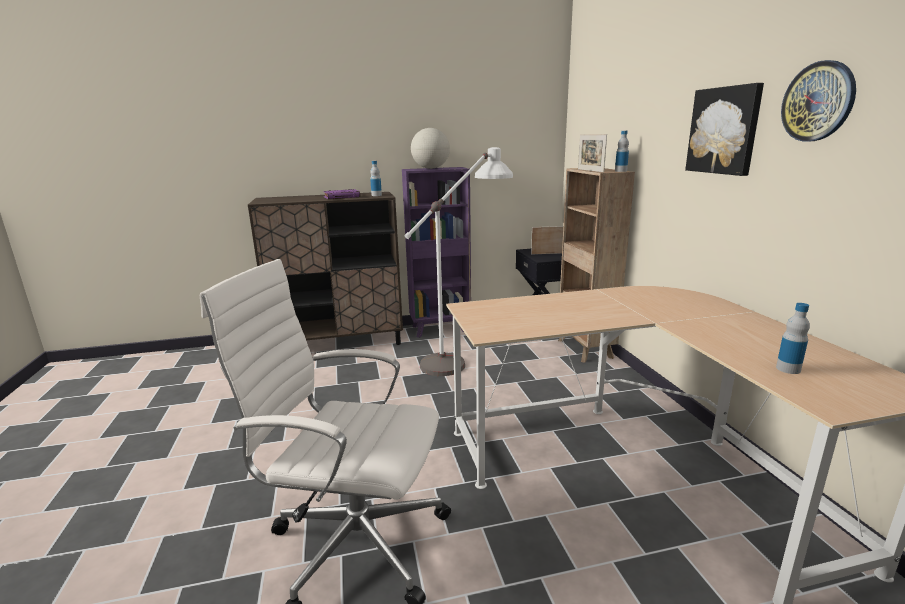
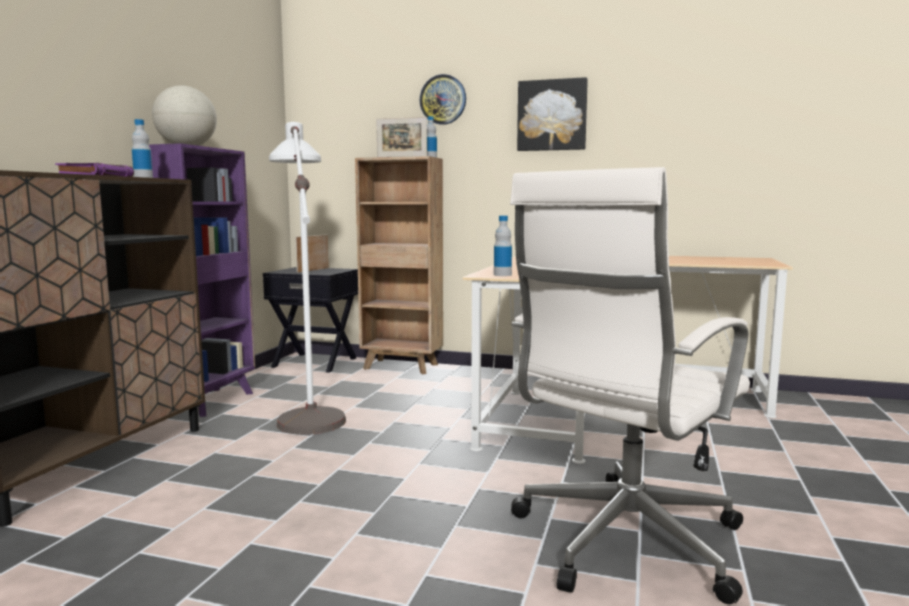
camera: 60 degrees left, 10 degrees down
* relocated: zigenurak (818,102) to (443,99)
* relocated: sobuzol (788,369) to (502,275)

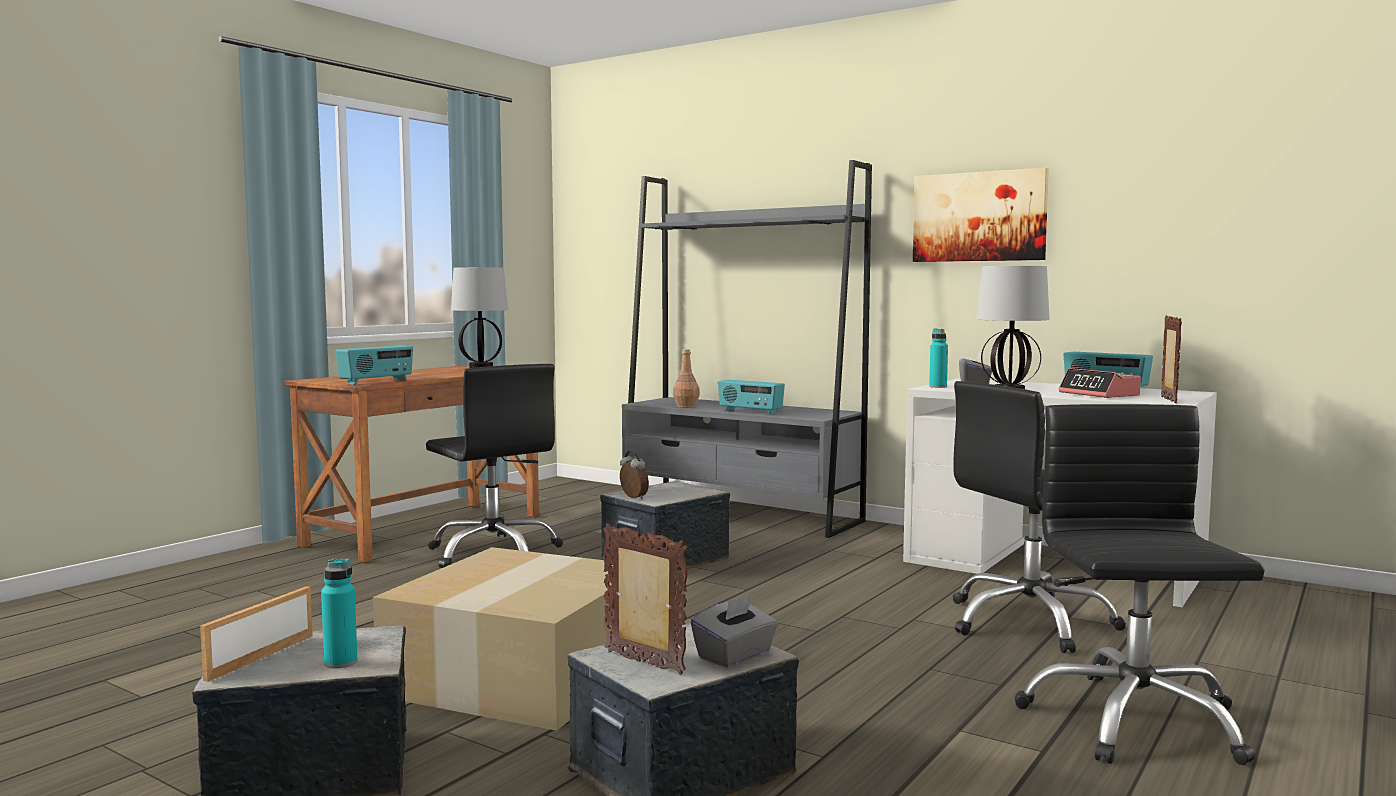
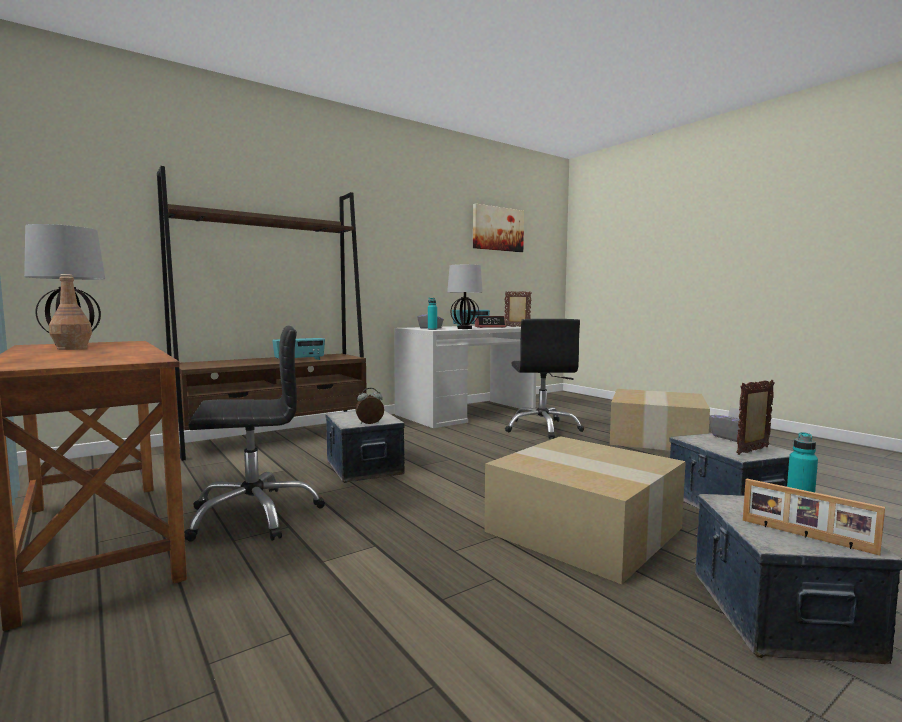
camera: 70 degrees left, 0 degrees up
* relocated: brown sobuzol (686,407) to (72,348)
* colour: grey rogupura (740,513) to brown rogupura (276,438)
* relocated: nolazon (979,217) to (497,229)
* exchanged: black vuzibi (1133,720) to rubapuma (655,437)
* missing: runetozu (376,381)

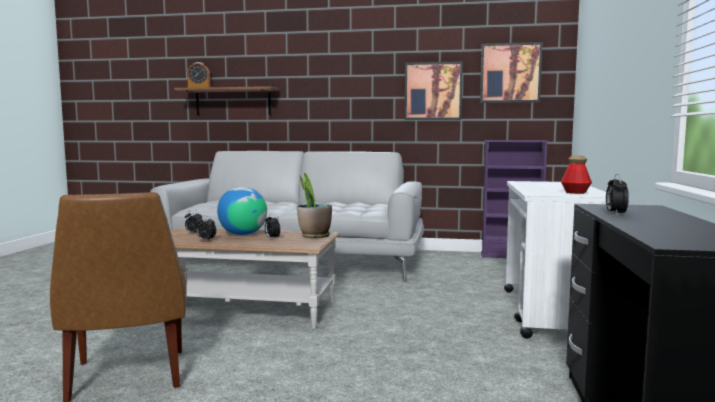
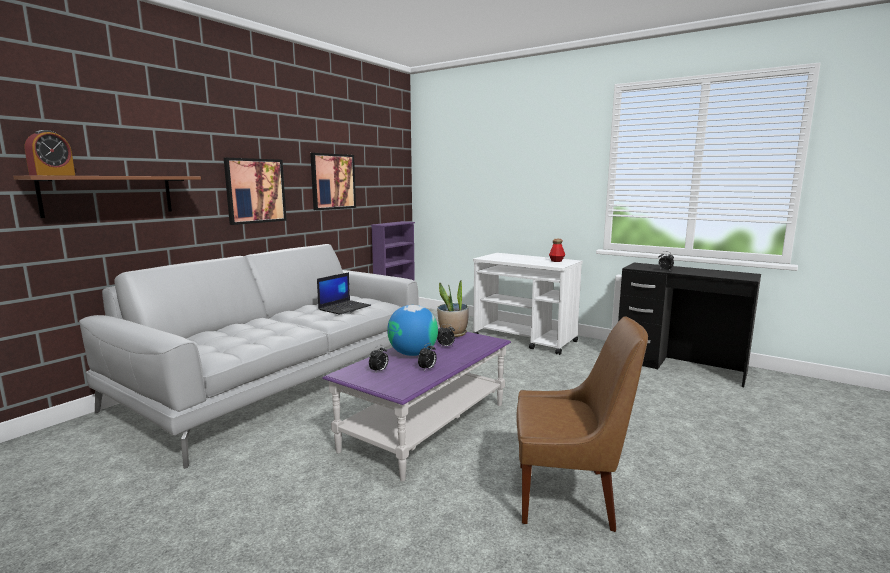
camera: 65 degrees left, 5 degrees up
* relocated: nolazon (510,73) to (255,191)
* appeared: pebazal (344,307)
* colour: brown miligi (243,309) to purple miligi (426,426)

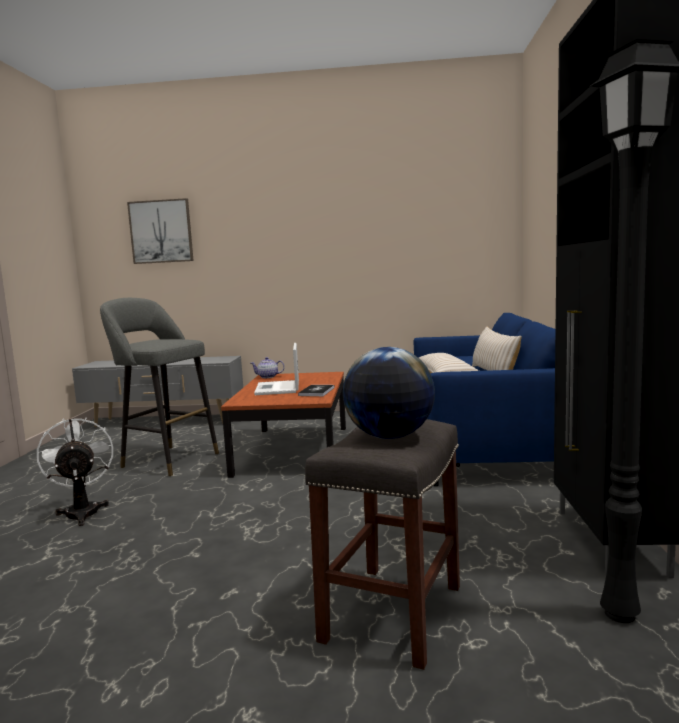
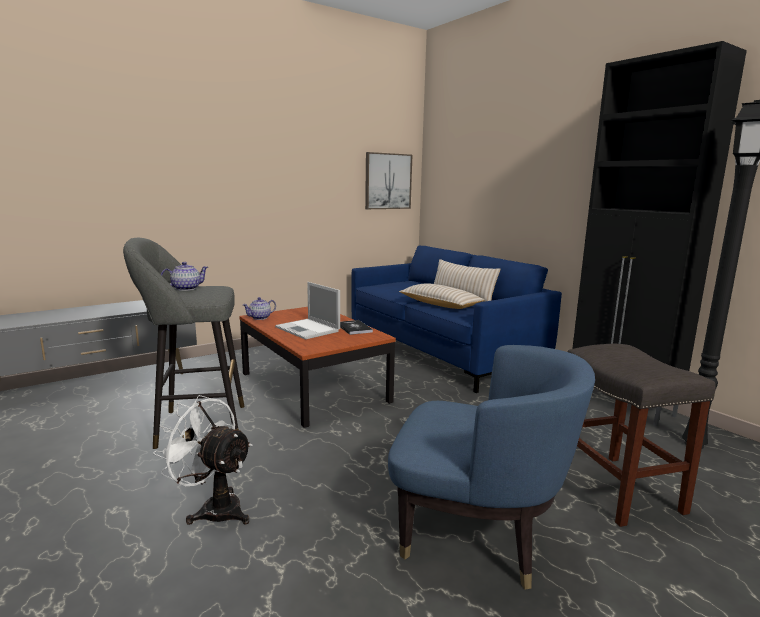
camera: 40 degrees left, 5 degrees up
* appeared: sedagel (185,288)
* relocated: nolazon (161,231) to (388,181)
* appeared: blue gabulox (477,533)
* missing: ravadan (389,437)

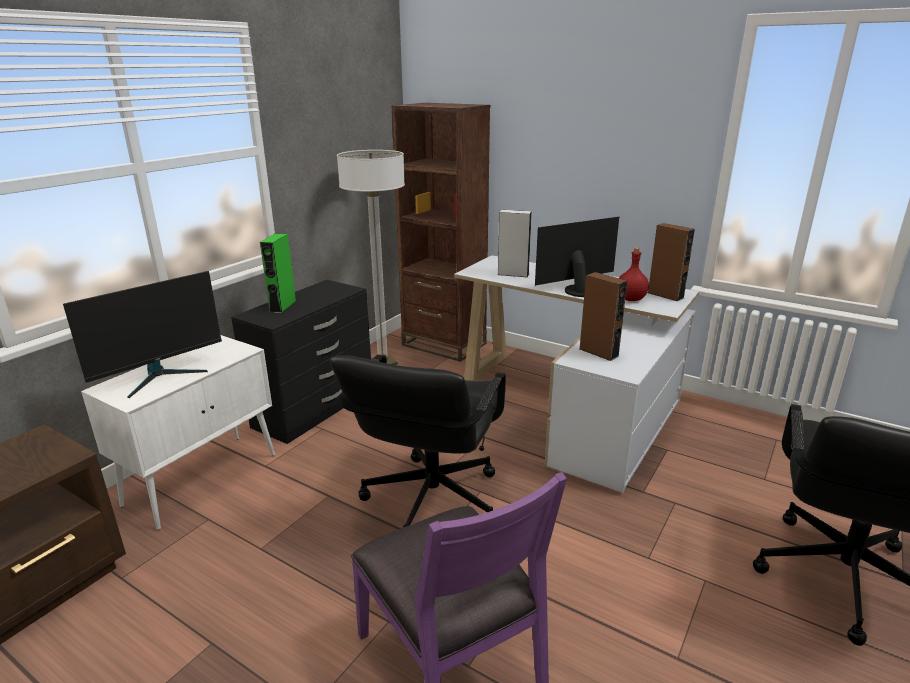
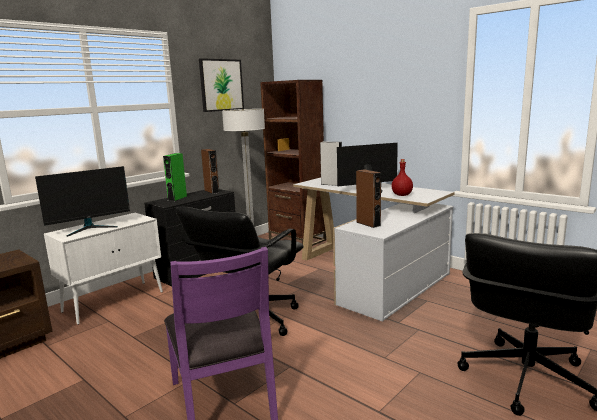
camera: 10 degrees right, 10 degrees down
* appeared: nolazon (221,85)
* relocated: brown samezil (665,295) to (212,191)

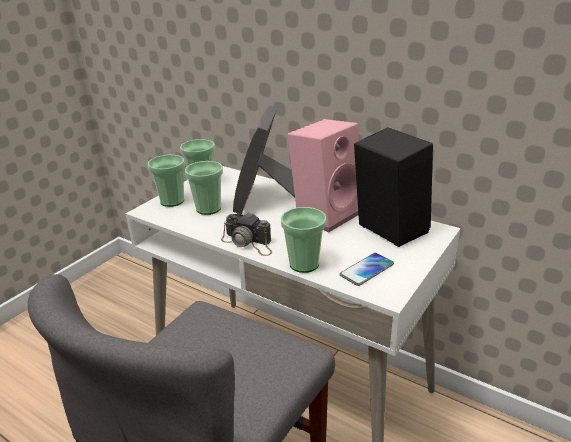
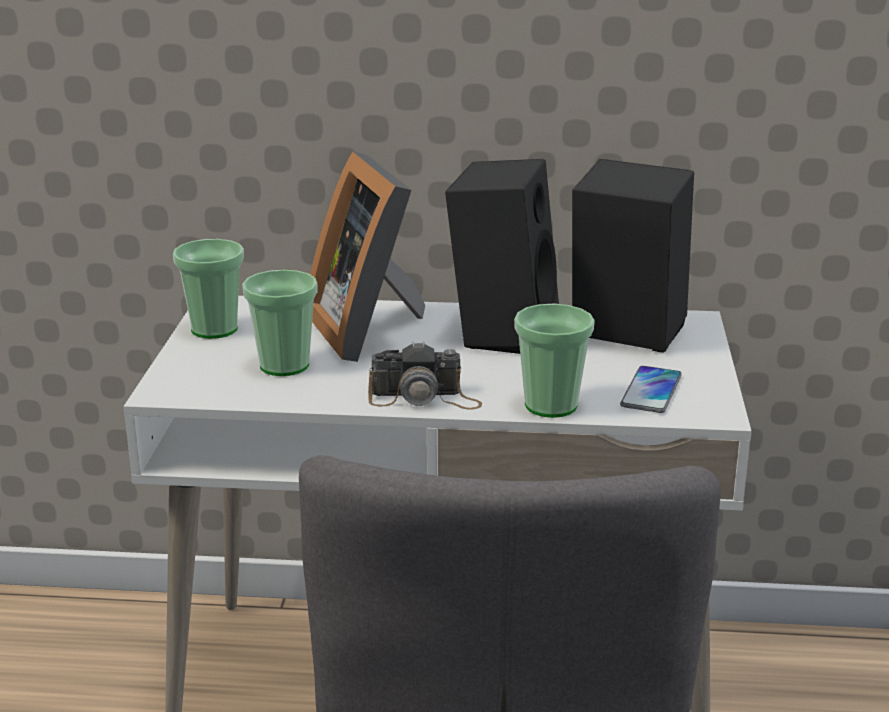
camera: 30 degrees left, 5 degrees down
* colour: pink samezil (326,213) to black samezil (501,331)
* missing: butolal (172,201)

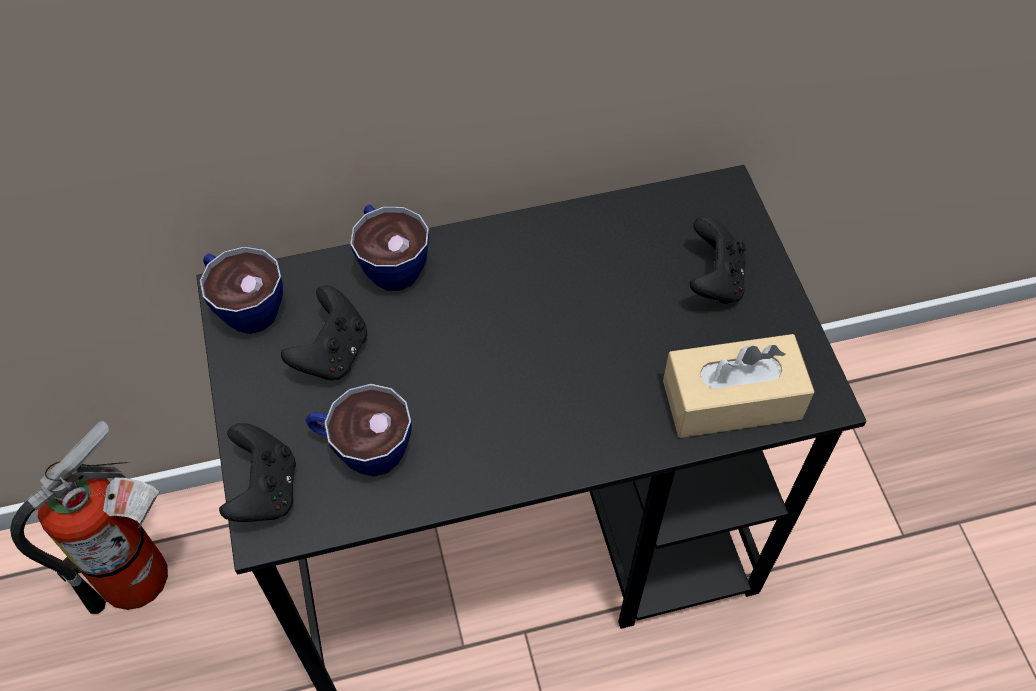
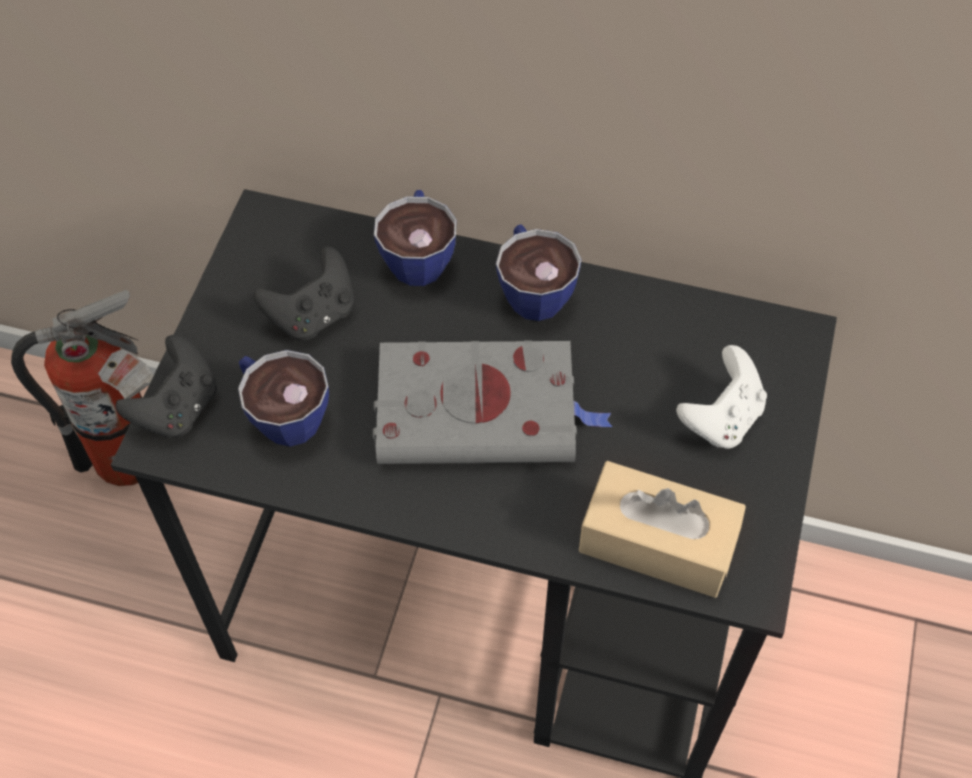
camera: 30 degrees right, 0 degrees up
* appeared: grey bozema (482,411)
* relocated: butolal (244,306) to (532,289)
* colour: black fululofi (714,280) to white fululofi (721,418)

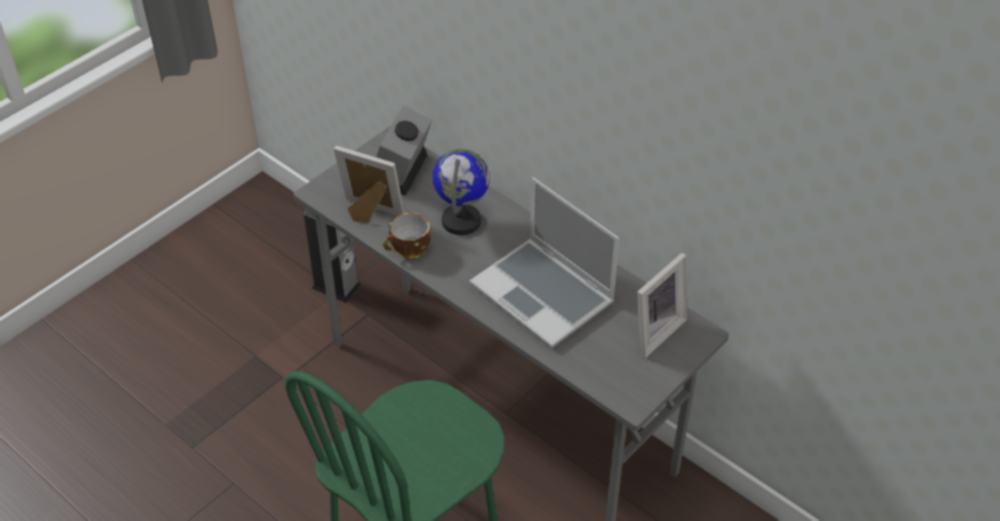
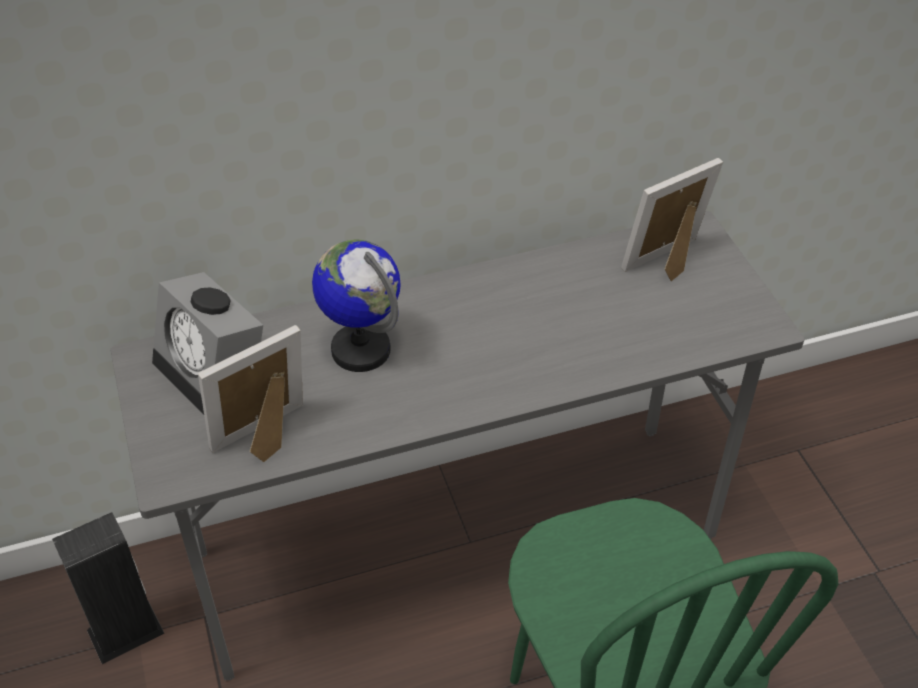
camera: 60 degrees left, 0 degrees up
* spun: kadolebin (653,330) = (669,263) 105 degrees counterclockwise
* missing: butolal (409,251)
* missing: pebazal (544,294)

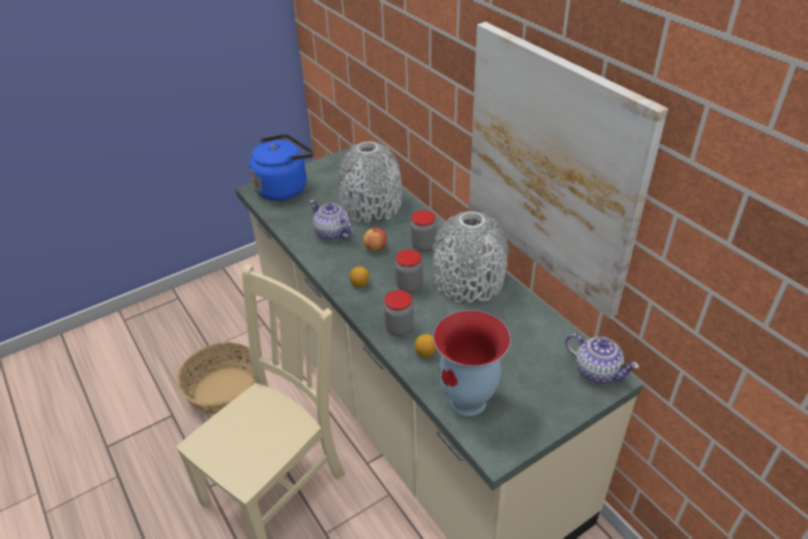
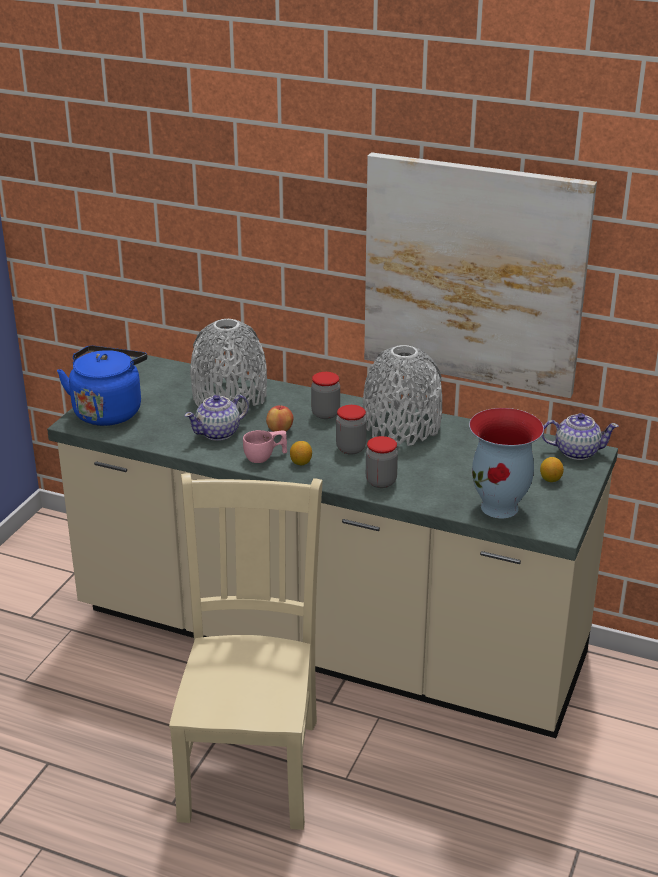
camera: 35 degrees left, 10 degrees down
* spun: sedagel (332,233) = (219,433) 45 degrees counterclockwise
* appeared: pink butolal (265,457)
* relocated: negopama (425,353) to (550,479)
* missing: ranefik (225,390)

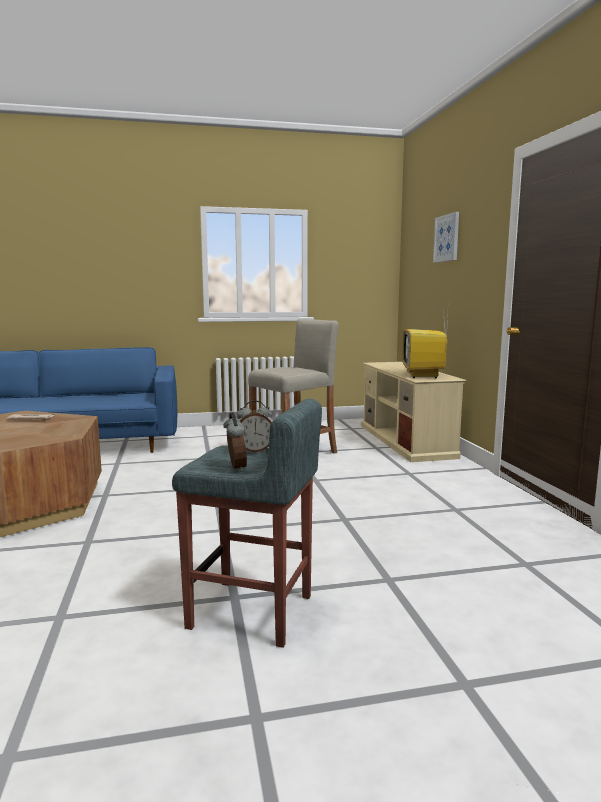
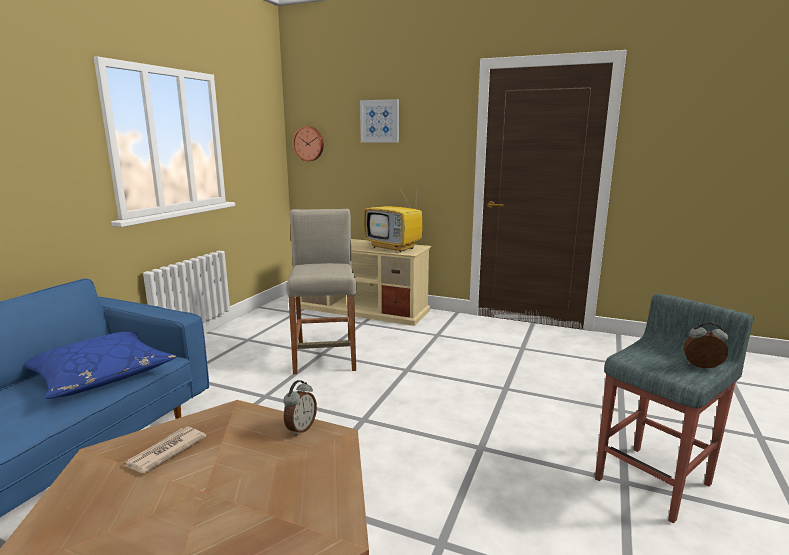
camera: 55 degrees left, 5 degrees up
* appeared: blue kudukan (101,375)
* relocated: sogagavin (255,451) to (300,428)
* appeared: zigenurak (309,143)

